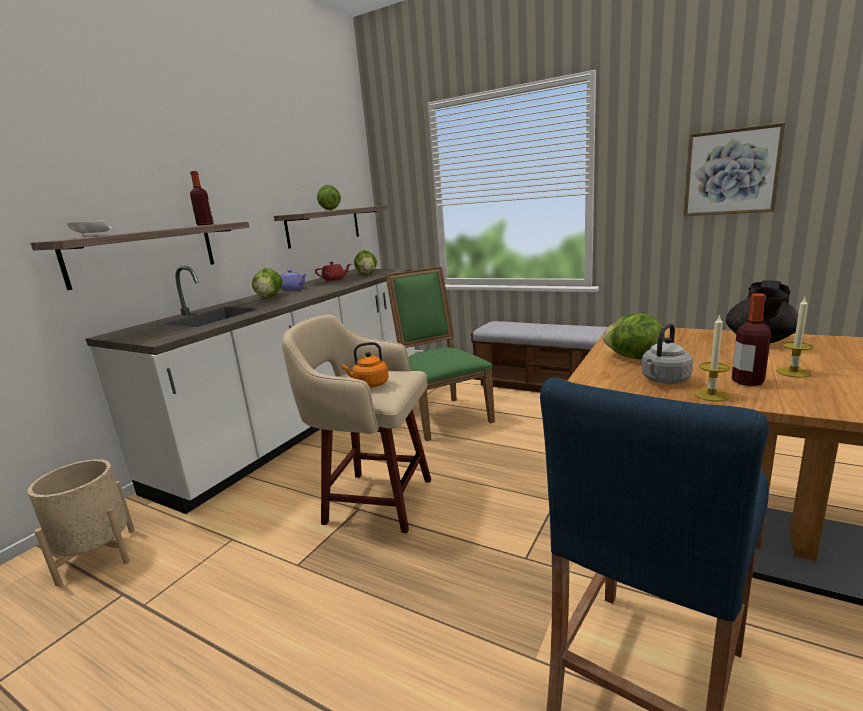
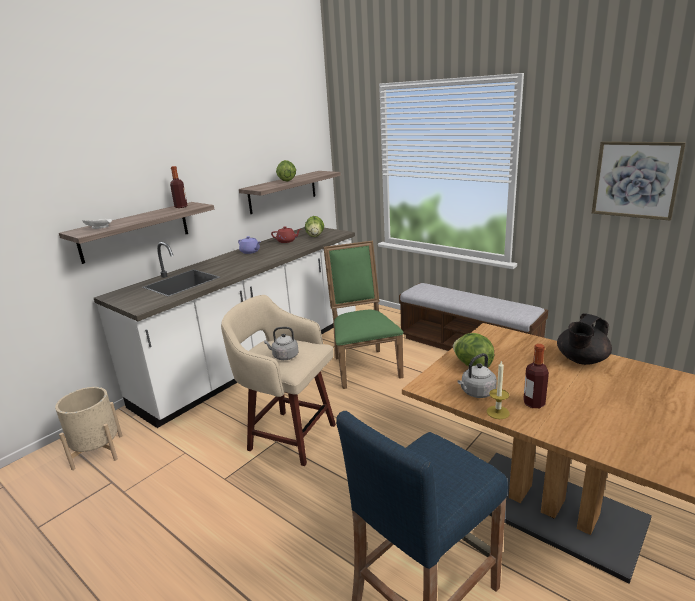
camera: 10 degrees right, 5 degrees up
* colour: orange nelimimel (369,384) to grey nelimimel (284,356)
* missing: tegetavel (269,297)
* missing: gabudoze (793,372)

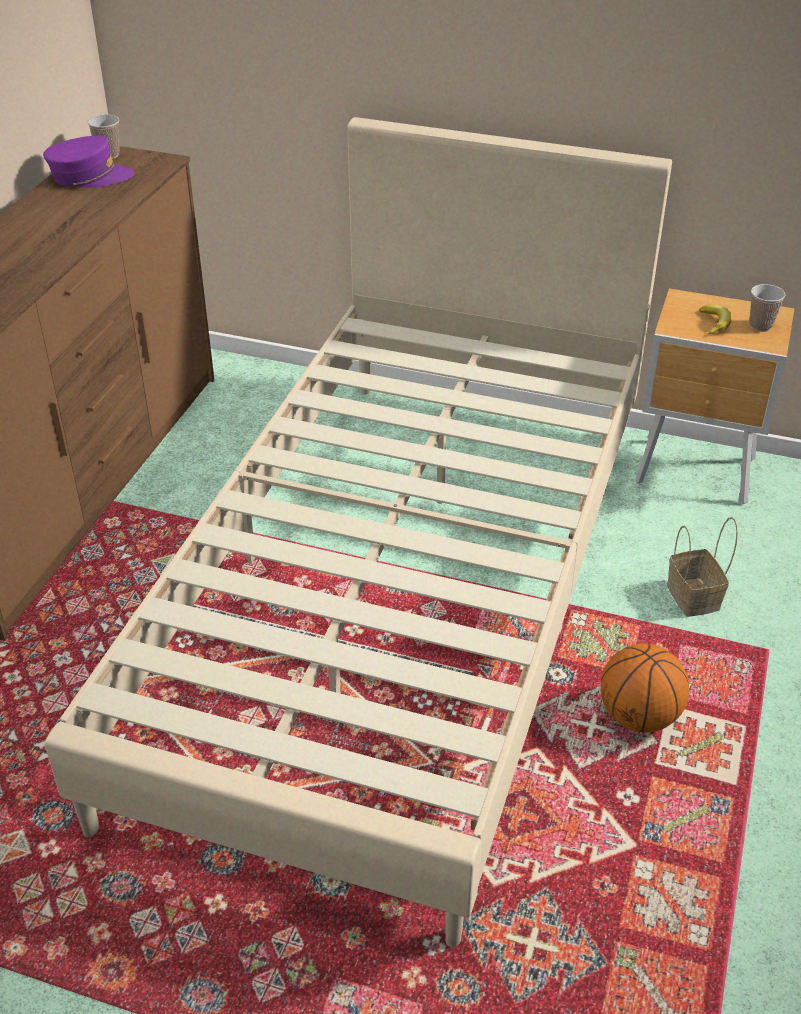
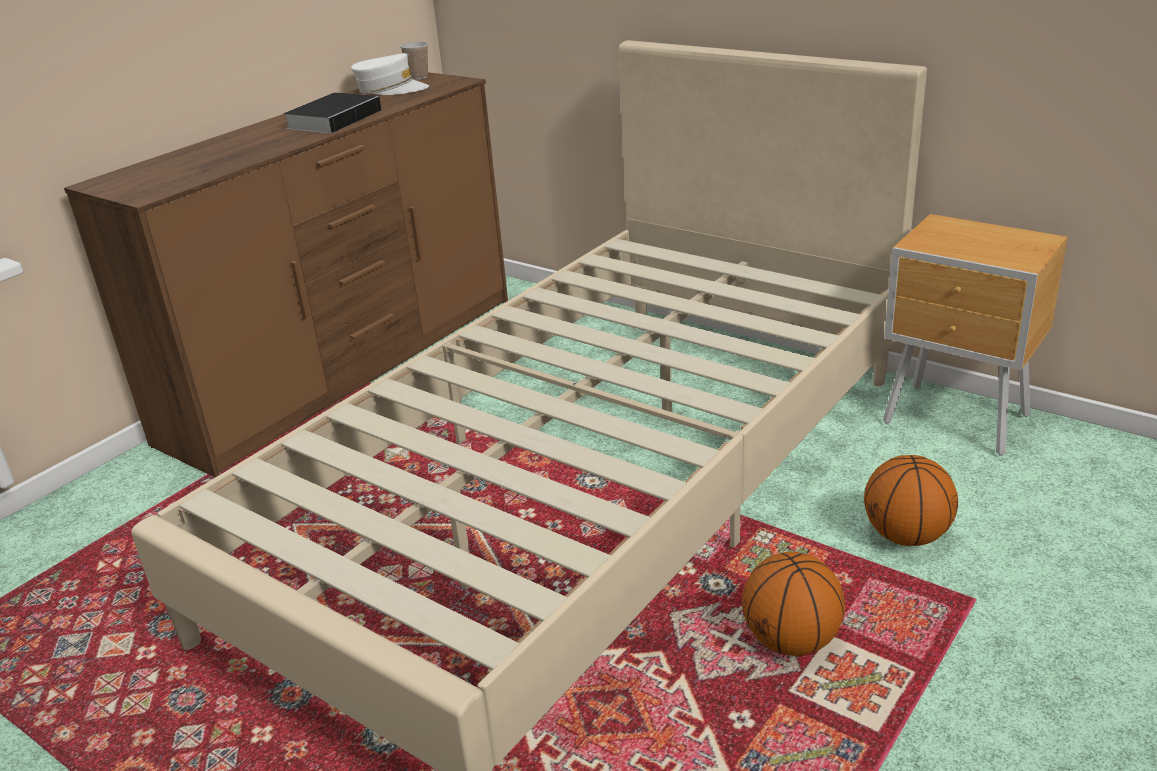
camera: 20 degrees right, 10 degrees down
* appeared: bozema (335,118)
* colour: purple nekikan (90,177) to white nekikan (391,89)
* exchanged: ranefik (695,598) to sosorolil (906,536)
* missing: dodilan (715,323)
* missing: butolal (760,326)

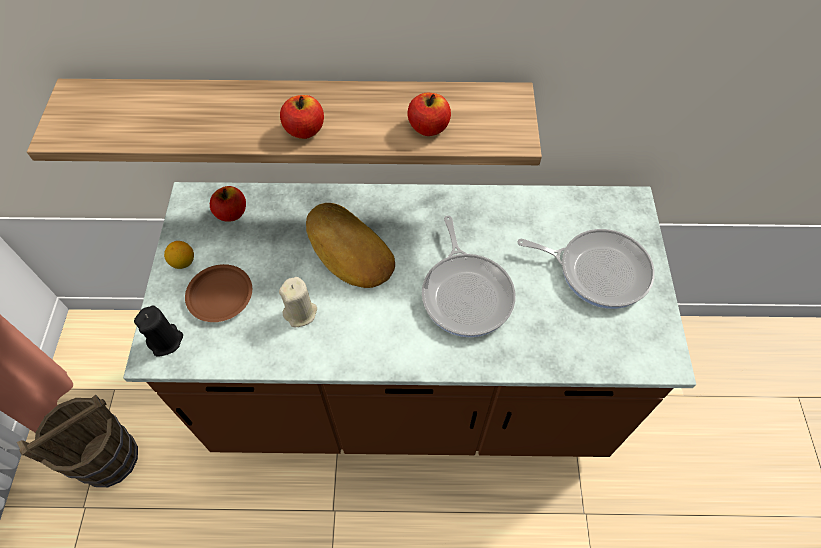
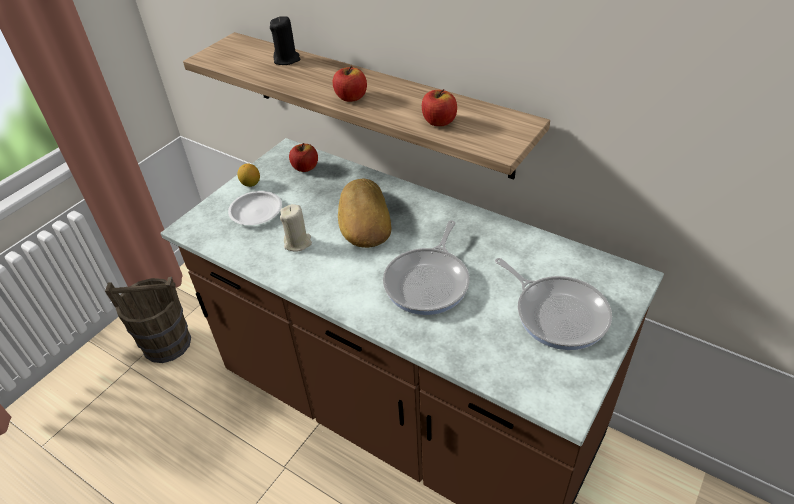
camera: 35 degrees right, 15 degrees down
* colour: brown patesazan (220,296) to white patesazan (256,212)
* relocated: black gabudoze (166,341) to (287,60)

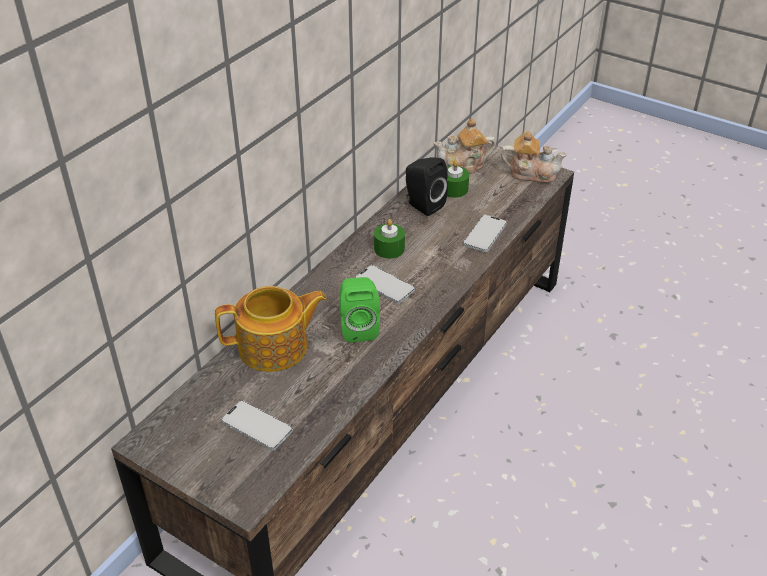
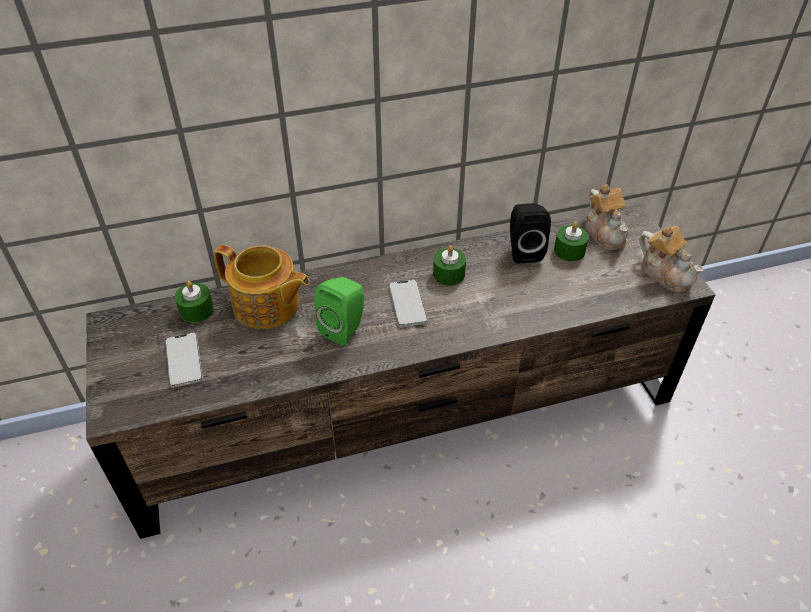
camera: 40 degrees right, 5 degrees up
* appeared: green gabudoze (196,310)
* spun: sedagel (463,165) = (604,233) 135 degrees counterclockwise
* missing: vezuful (485,234)

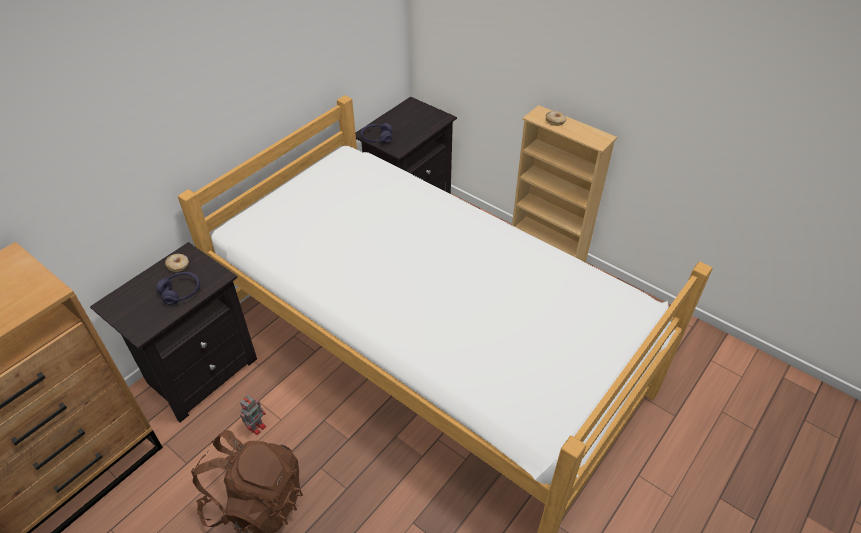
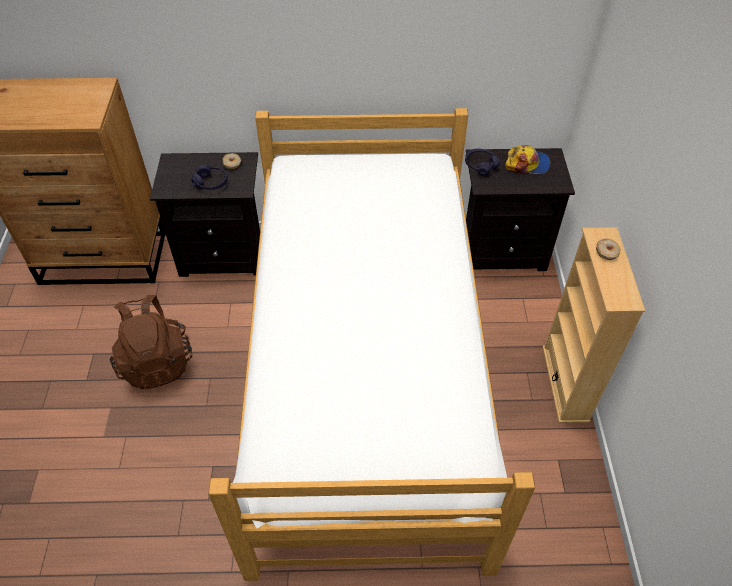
camera: 50 degrees right, 5 degrees up
* appeared: nekikan (527,164)
* missing: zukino (257,426)

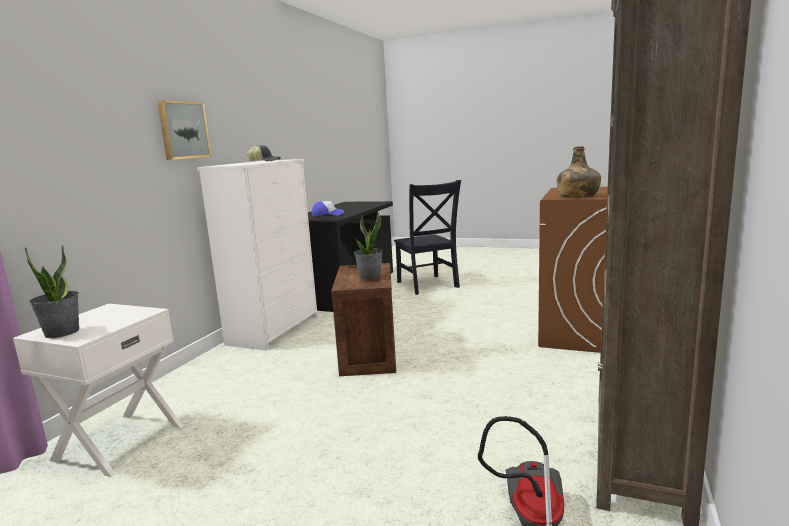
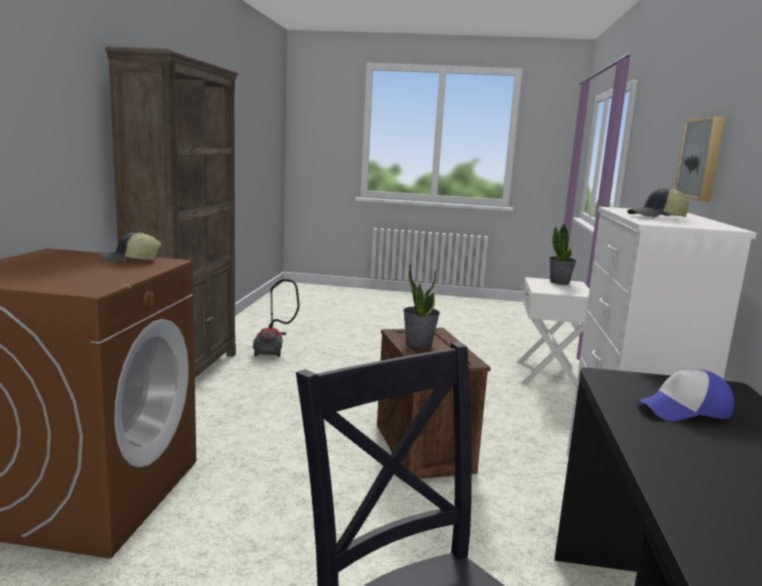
camera: 165 degrees right, 0 degrees up
* exchanged: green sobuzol (577,196) to nekikan (130,261)

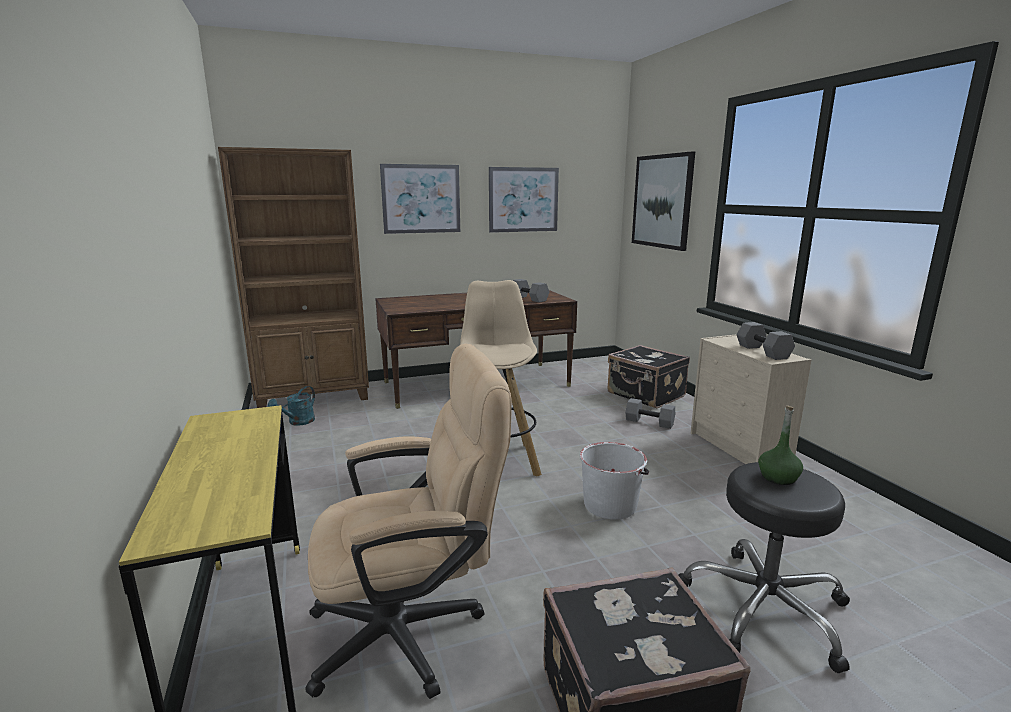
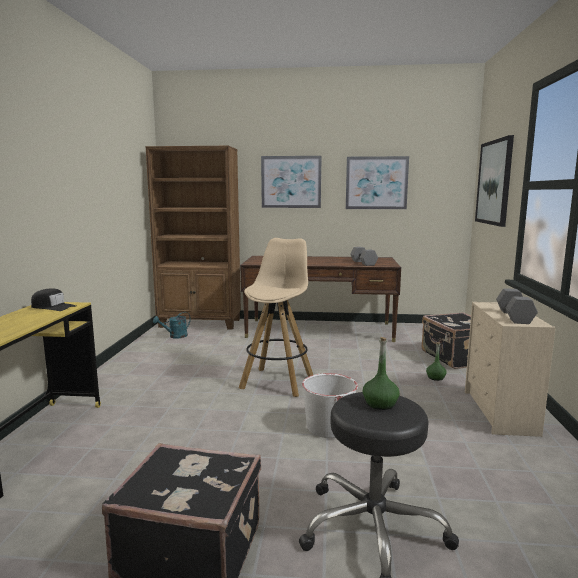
camera: 25 degrees right, 5 degrees down
* appeared: black nekikan (53,307)
* exchanged: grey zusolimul (650,422) to green sobuzol (435,378)
* missing: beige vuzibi (412,631)

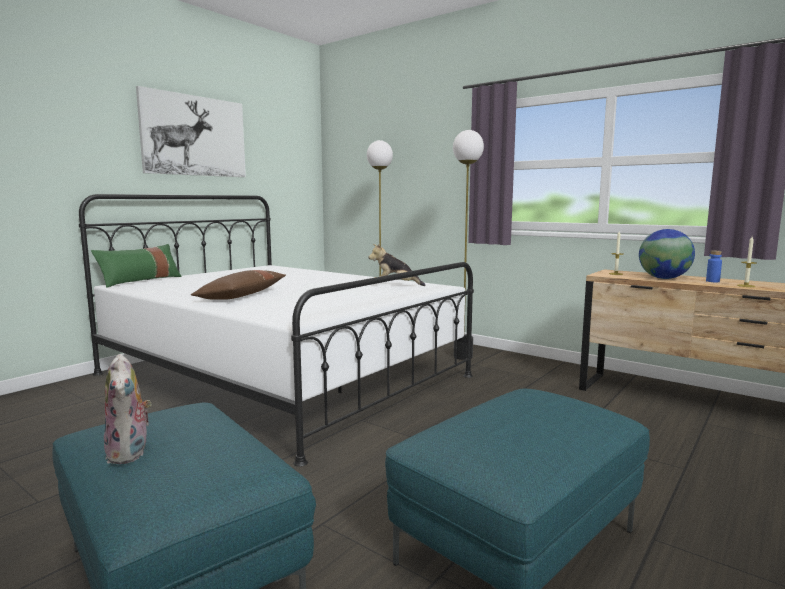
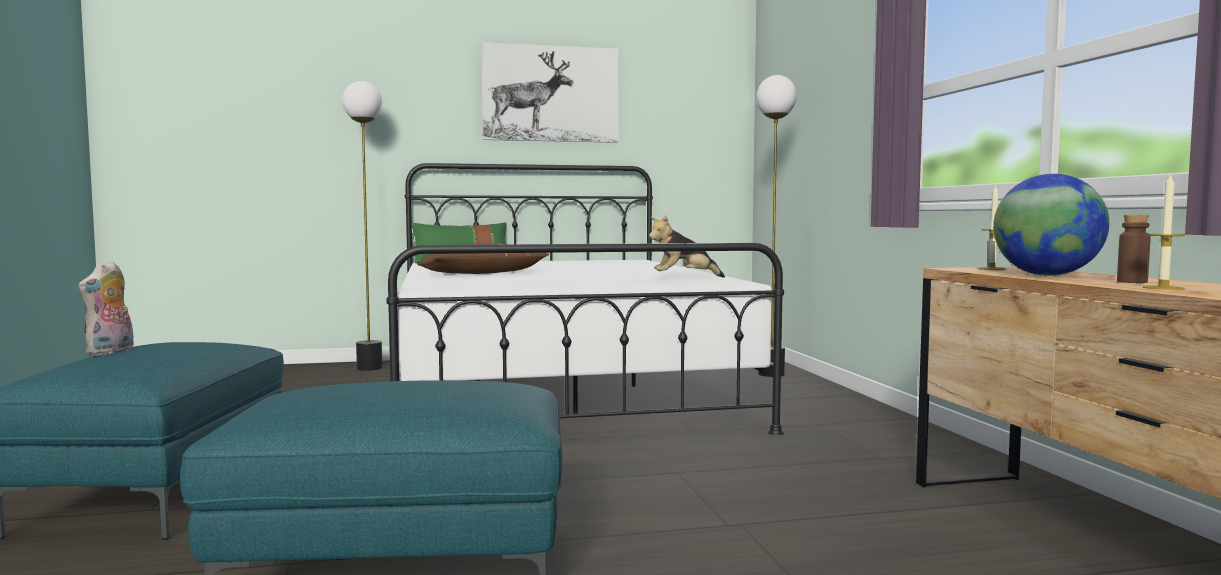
camera: 40 degrees right, 5 degrees down
* relocated: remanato (463,357) to (370,368)
* spun: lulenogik (395,285) = (683,278) 60 degrees counterclockwise
* colour: blue sobuzol (712,281) to brown sobuzol (1132,282)

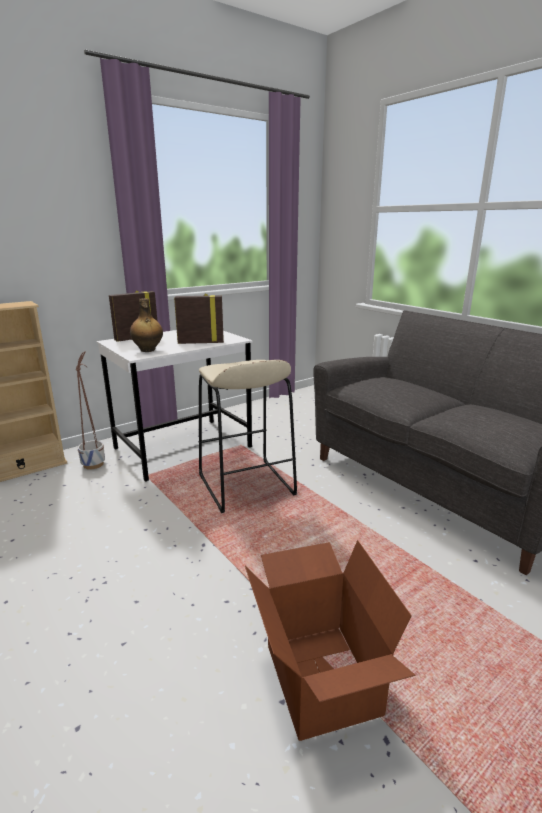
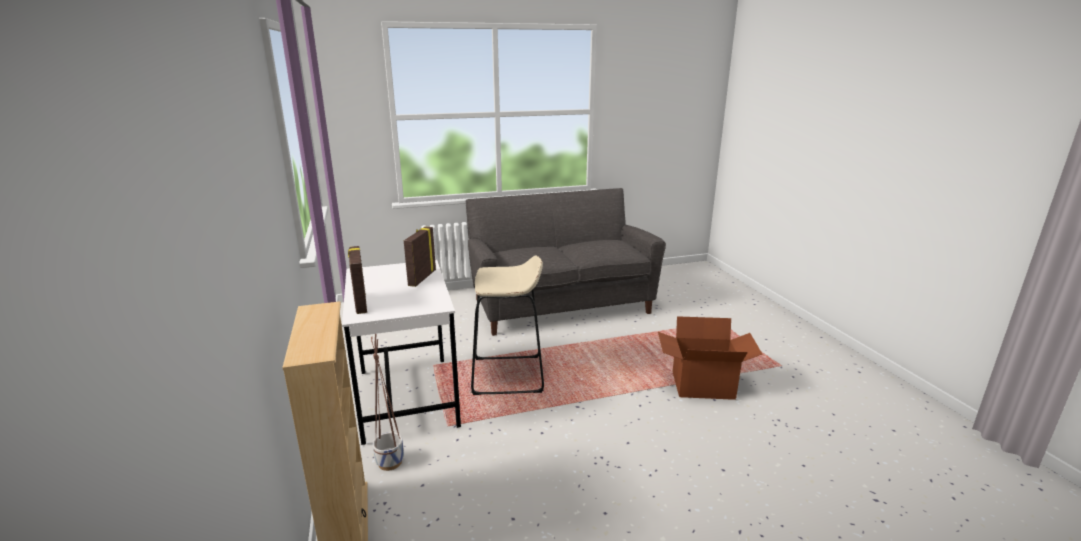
camera: 70 degrees left, 0 degrees up
* missing: sobuzol (148,350)

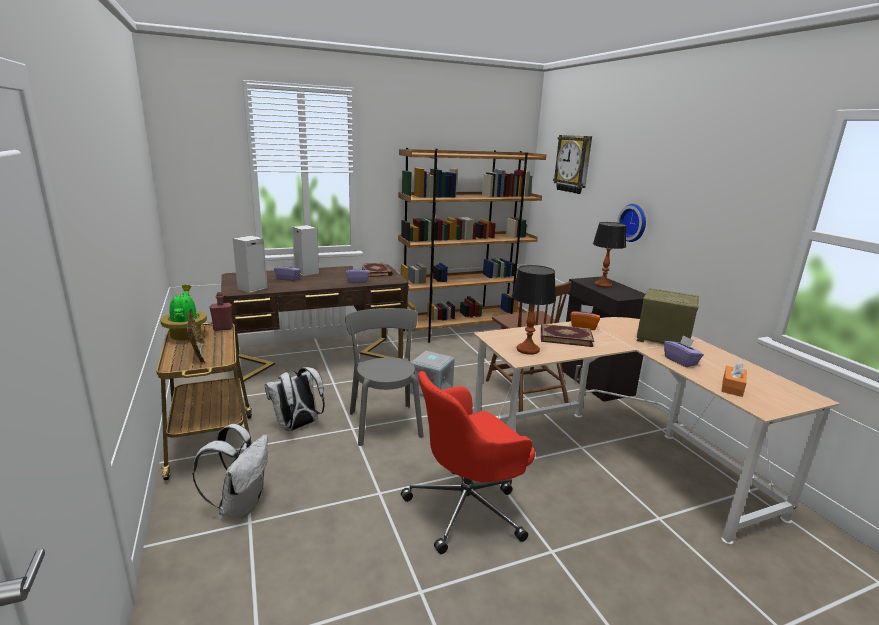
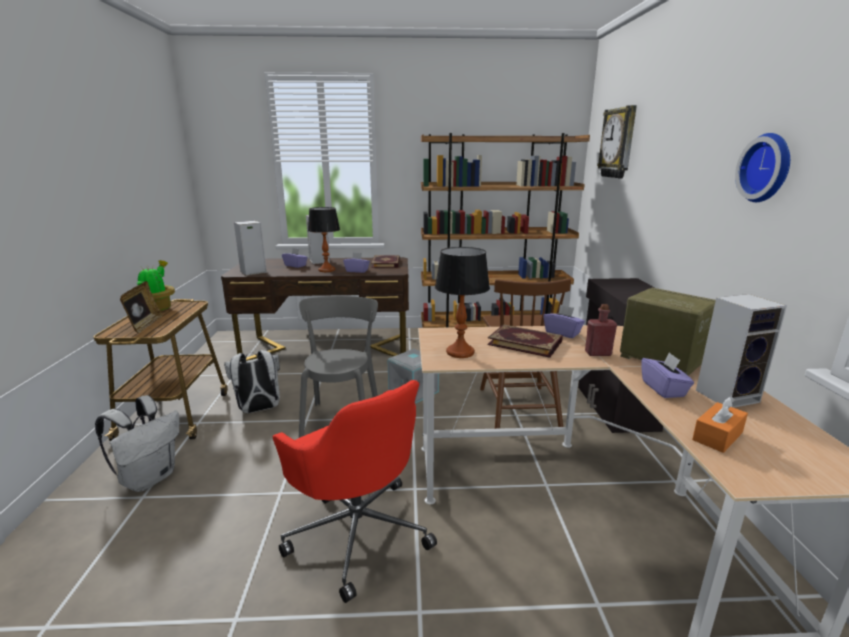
camera: 20 degrees right, 0 degrees up
* spun: red vuzibi (467,508) = (358,531) 120 degrees counterclockwise
* relocated: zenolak (602,285) to (326,270)
* colour: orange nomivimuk (583,326) to purple nomivimuk (562,333)
* relocated: red sobuzol (223,328) to (598,353)
* appeared: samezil (727,395)
* relocated: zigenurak (634,222) to (768,168)

